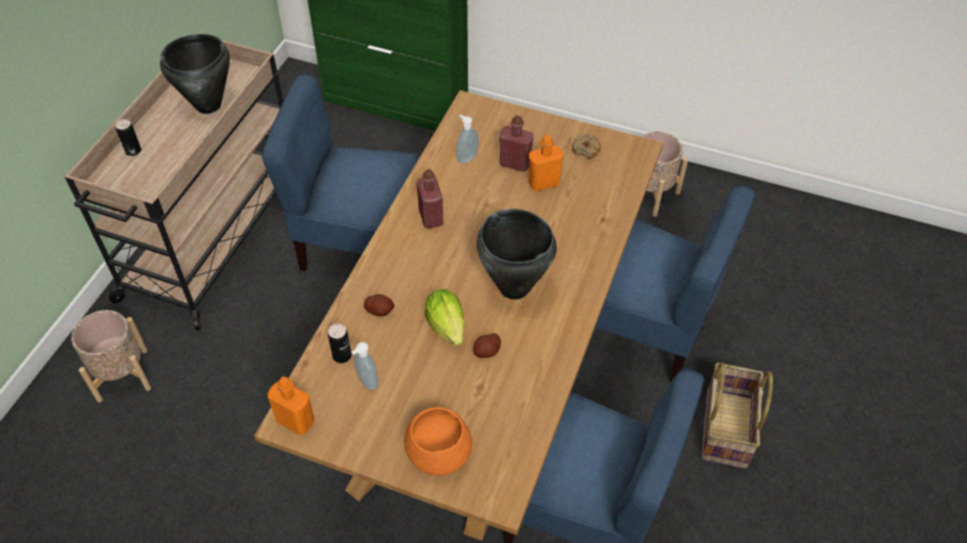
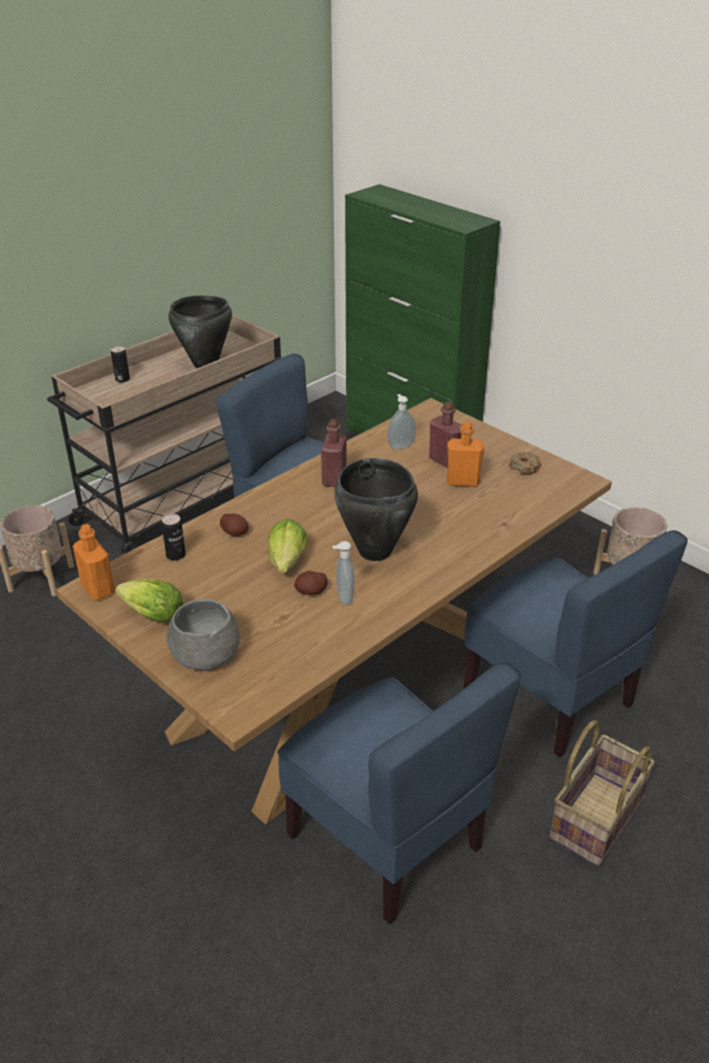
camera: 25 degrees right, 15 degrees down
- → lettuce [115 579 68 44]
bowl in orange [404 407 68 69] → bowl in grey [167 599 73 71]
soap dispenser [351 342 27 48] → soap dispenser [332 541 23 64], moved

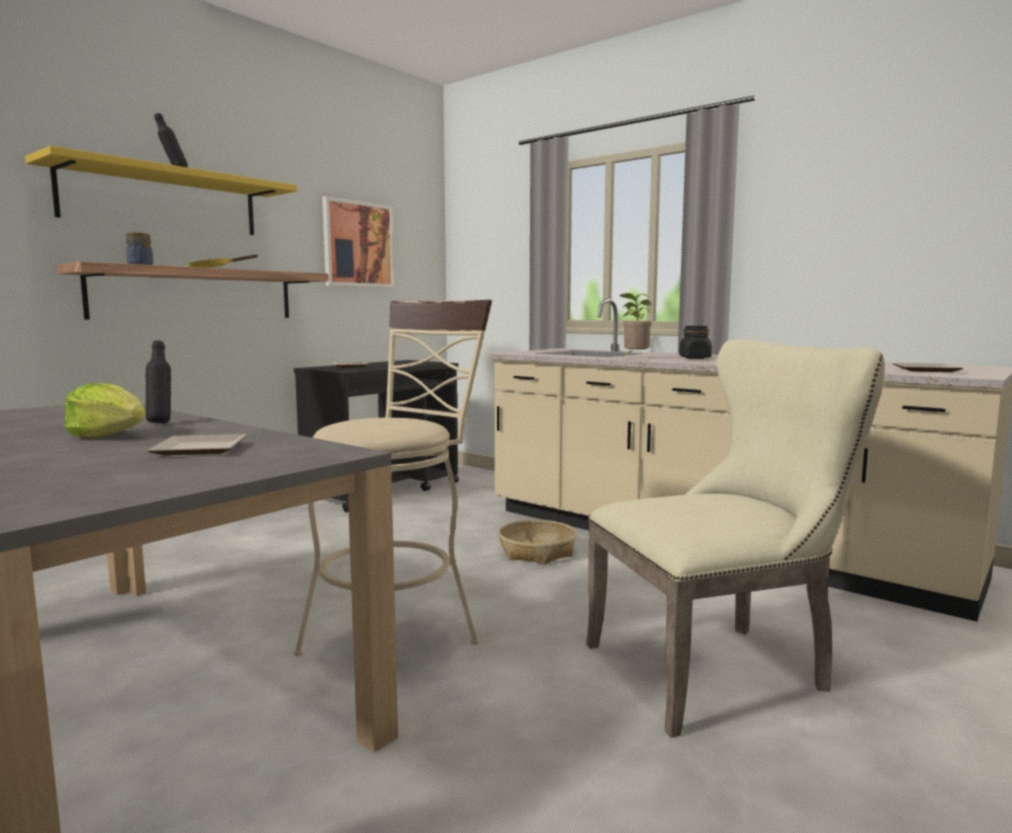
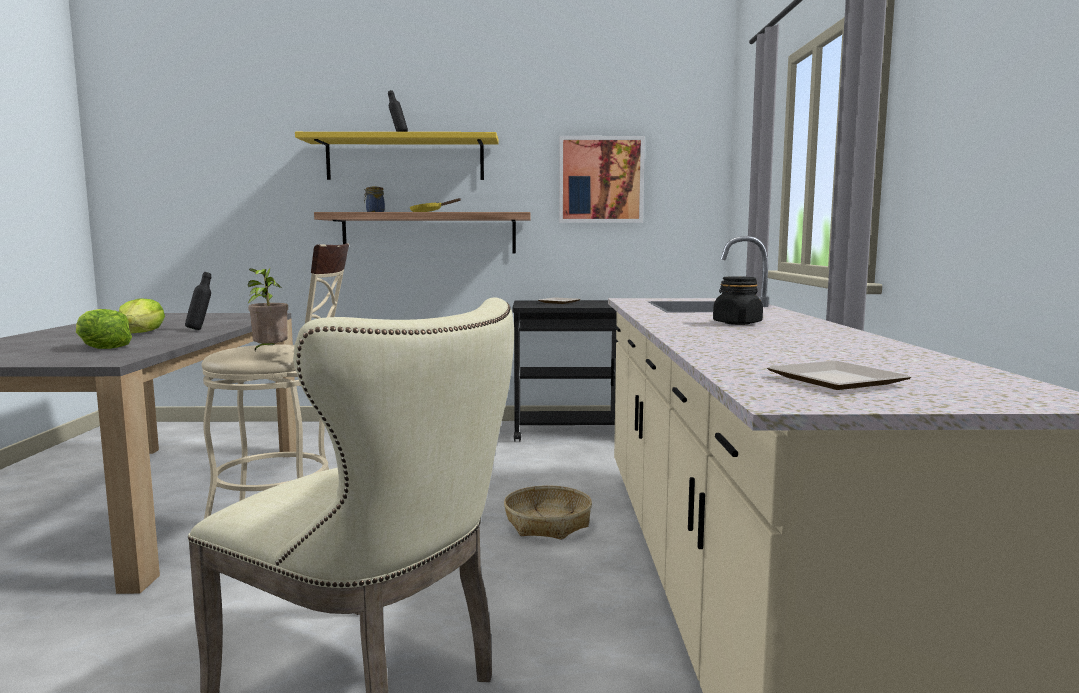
camera: 50 degrees right, 0 degrees up
plate [147 434 100 21] → lettuce [76 309 56 40]
potted plant [619 293 33 66] → potted plant [248 268 40 83], moved

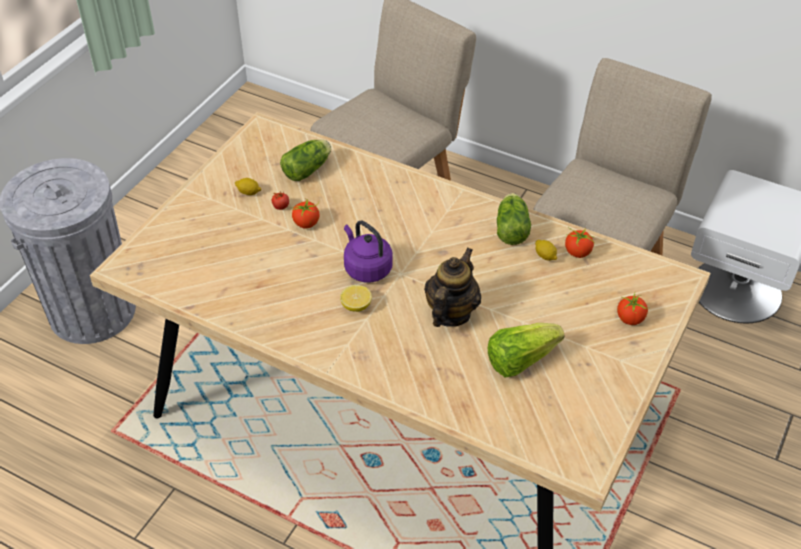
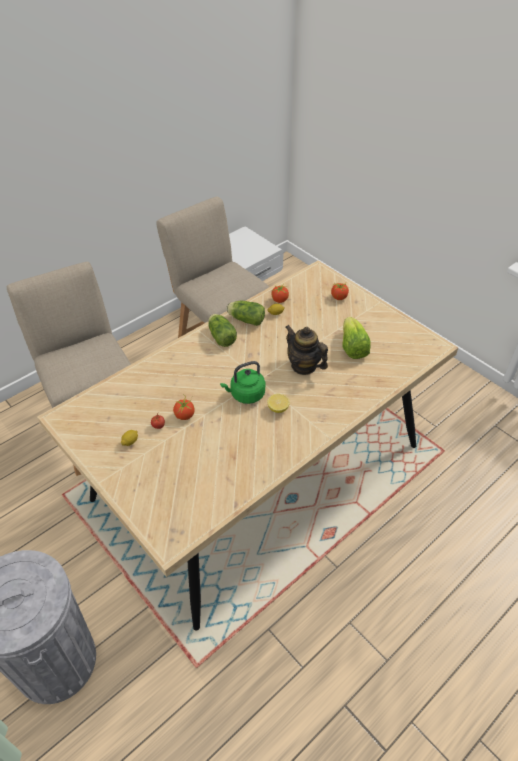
camera: 70 degrees left, 0 degrees up
lettuce [280 139 51 42] → lettuce [208 314 29 33], moved
kettle in purple [344 221 49 62] → kettle in green [220 361 45 43]

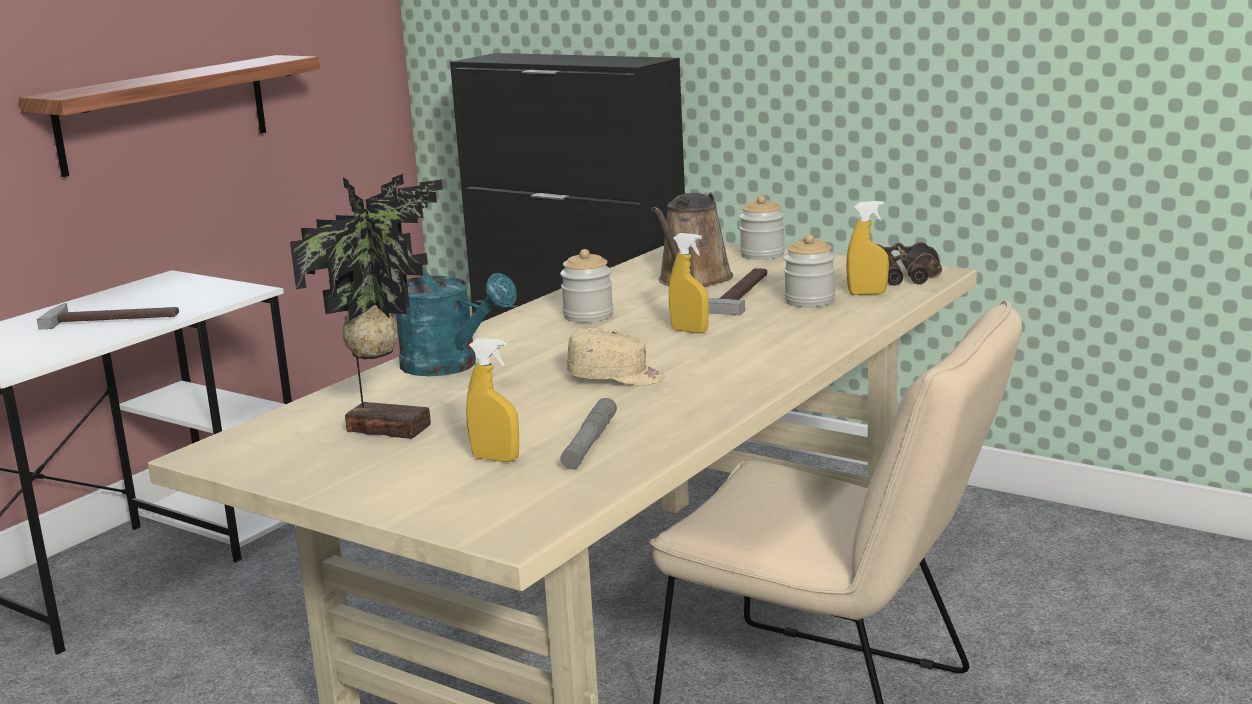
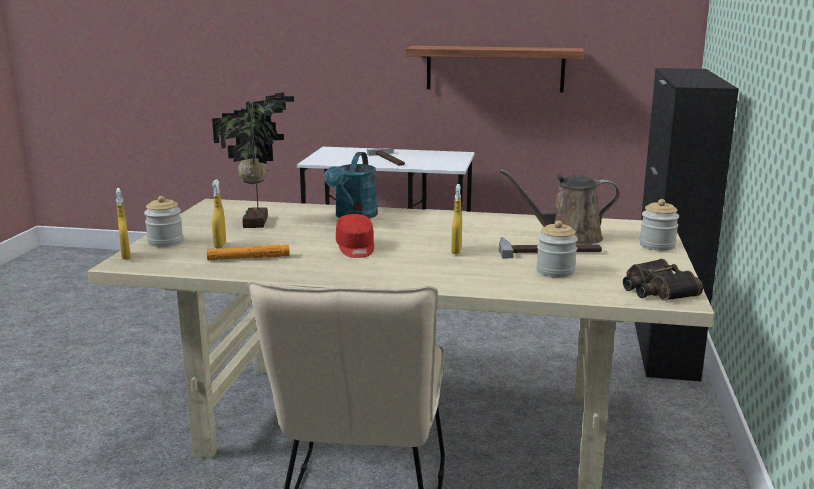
camera: 65 degrees right, 0 degrees up
spray bottle in yellow [846 201 43 94] → spray bottle in yellow [116 188 15 72], moved
jar [560 249 53 74] → jar [144 196 39 51], moved
flashlight in grey [560 398 57 71] → flashlight in orange [207 244 83 17]
cap in beige [567 328 98 57] → cap in red [336 214 38 44]

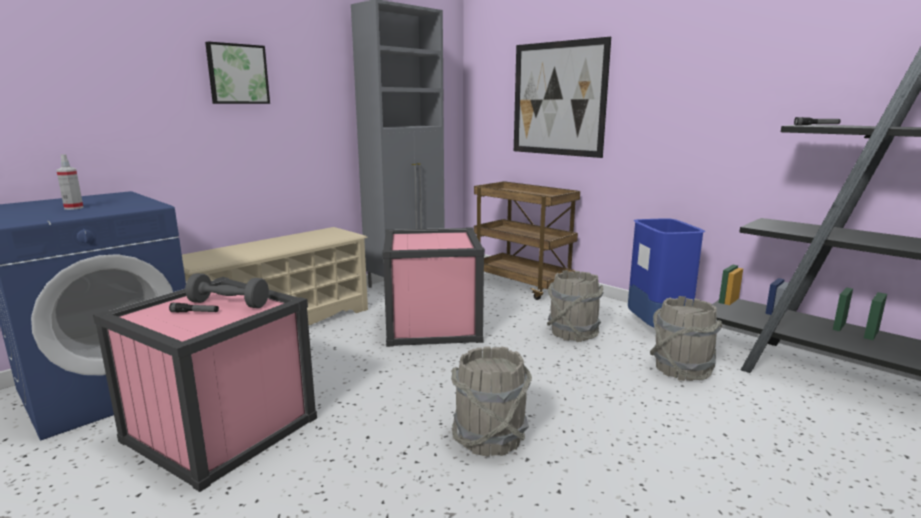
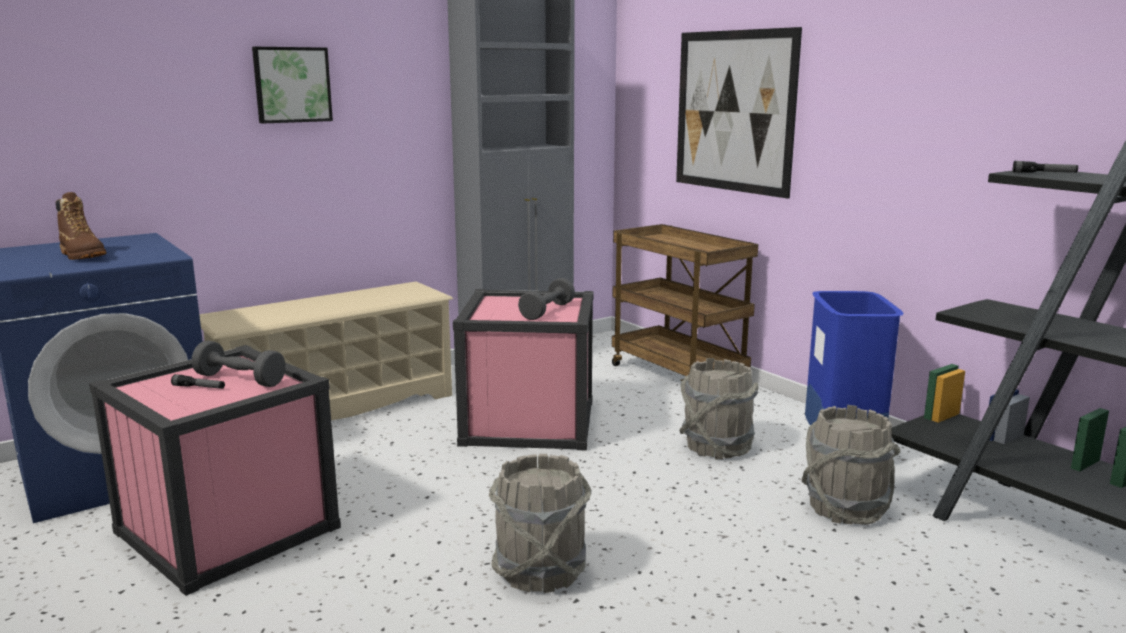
camera: 10 degrees right, 0 degrees up
spray bottle [56 154 28 56] → boot in brown [56 192 51 68]
- → dumbbell in grey [518 278 57 42]

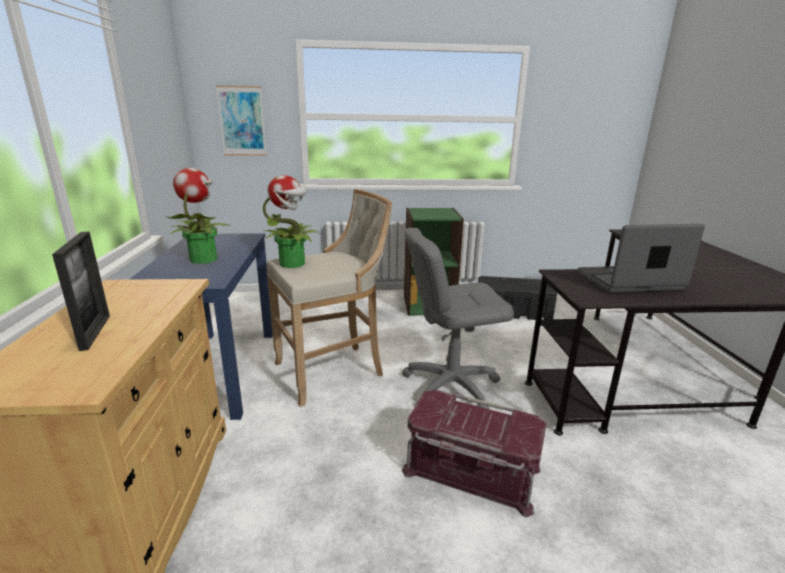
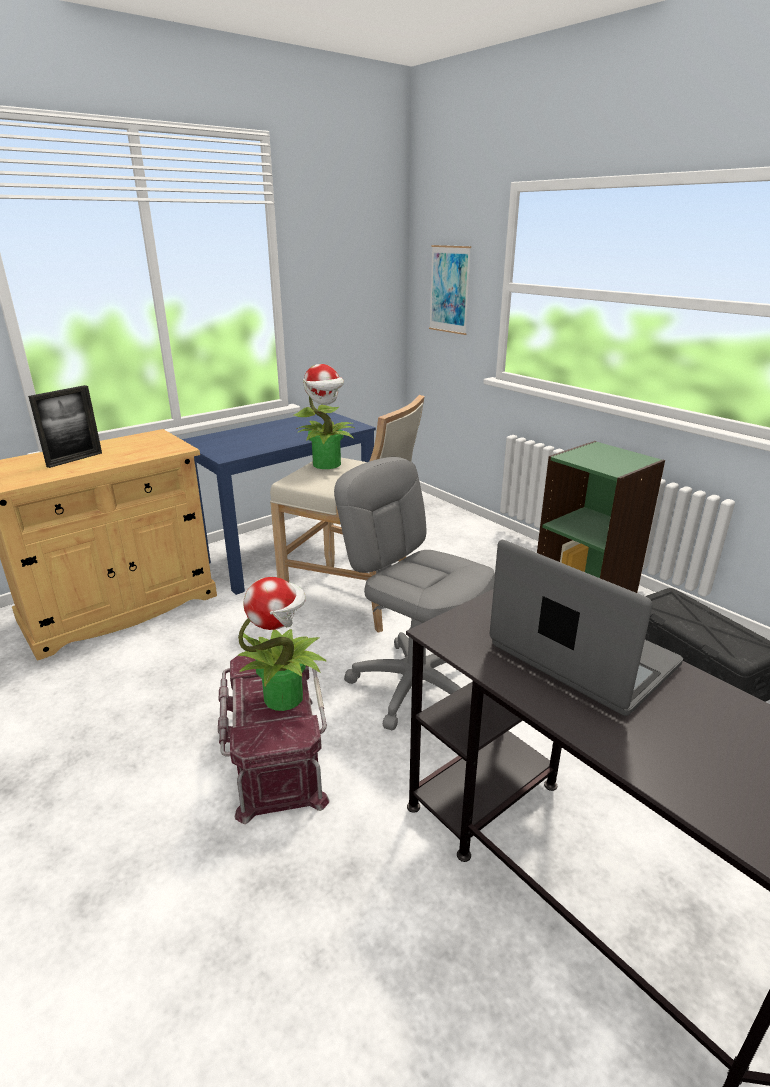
camera: 55 degrees right, 5 degrees up
potted plant [167 168 63 96] → potted plant [237 577 90 134], moved

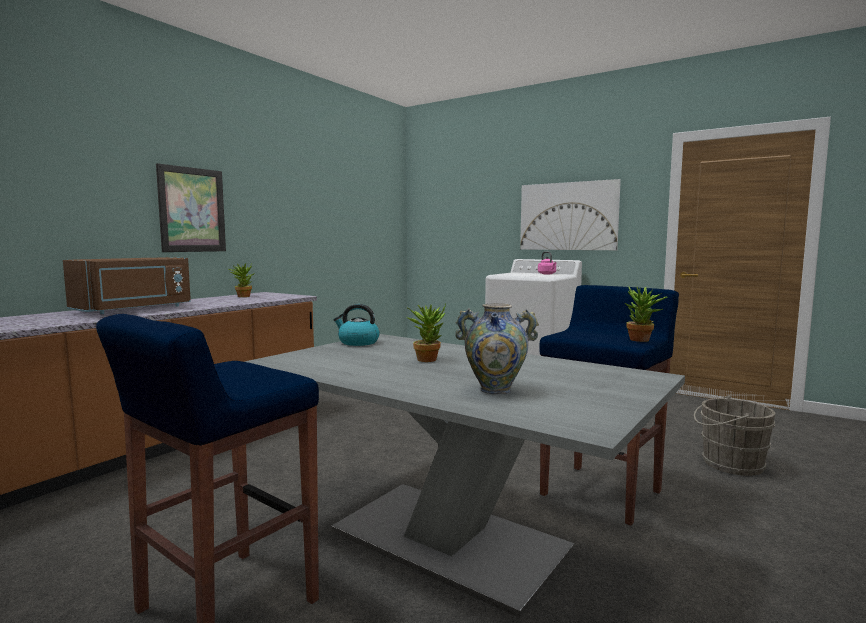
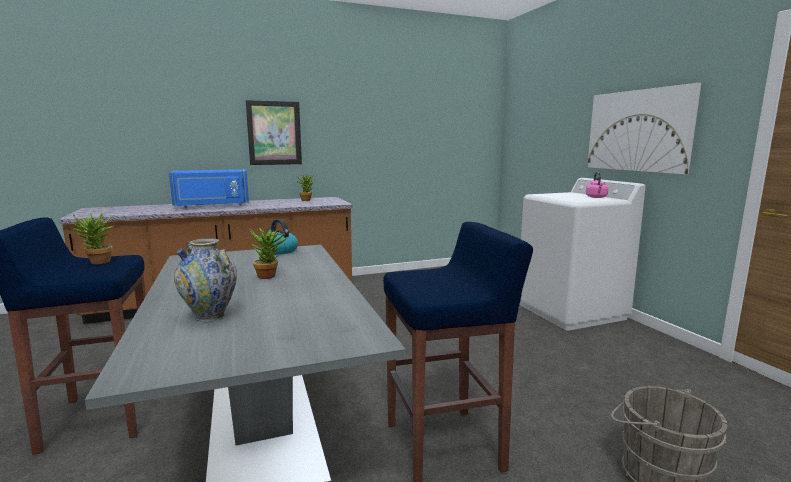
camera: 35 degrees right, 5 degrees up
potted plant [625 286 43 56] → potted plant [70 213 45 51], moved
microwave in brown [63 257 128 57] → microwave in blue [169 169 80 39]

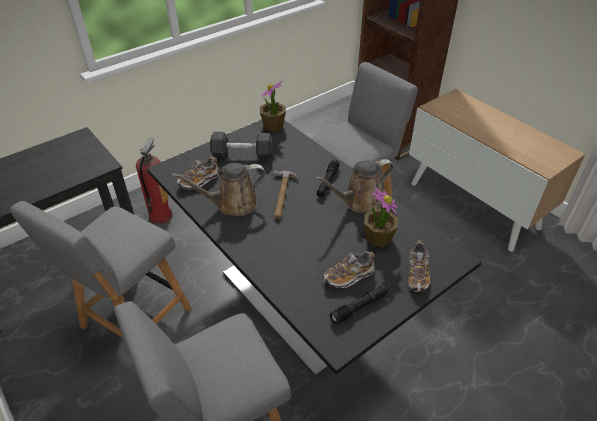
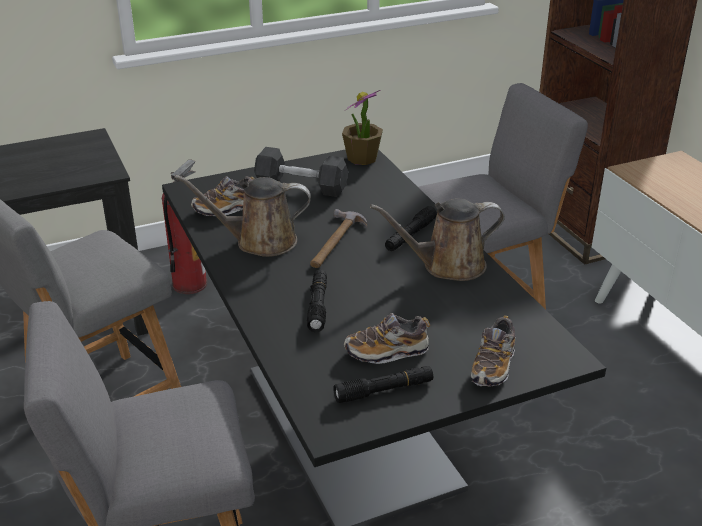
camera: 15 degrees right, 10 degrees down
- → flashlight in black [307 269 20 63]
potted plant [364 186 34 61] → -

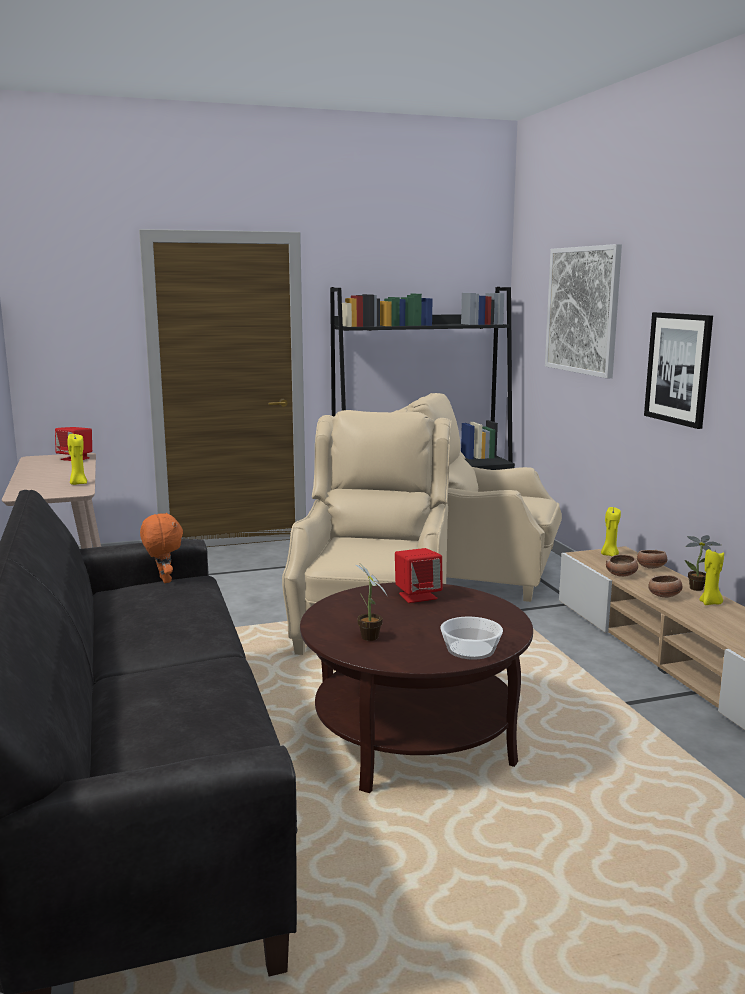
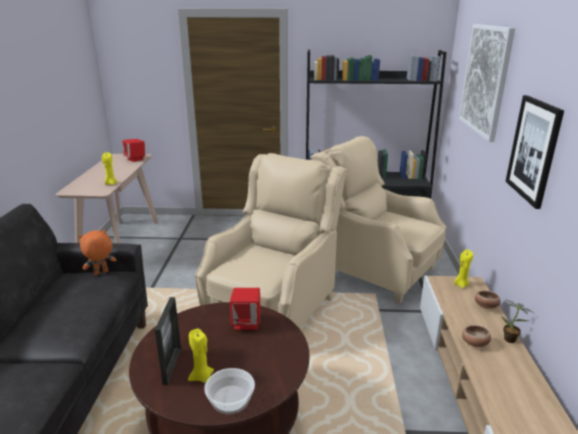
camera: 20 degrees right, 10 degrees up
plush toy in orange [140 512 43 71] → plush toy in orange [78 229 38 46], 120 degrees counterclockwise
potted plant [356 562 31 79] → picture frame [155 297 26 88]
candle in yellow [699 548 25 57] → candle in yellow [188 329 26 54], moved
bowl [606 554 32 23] → -

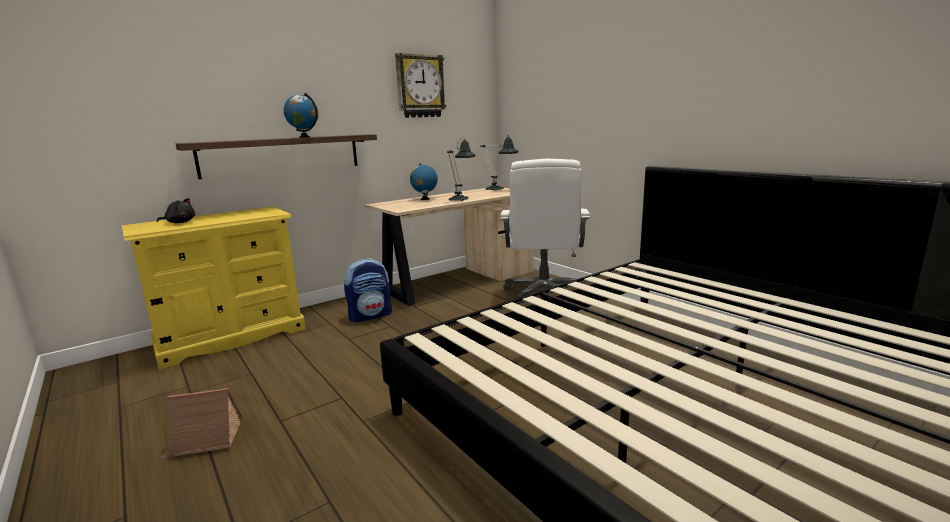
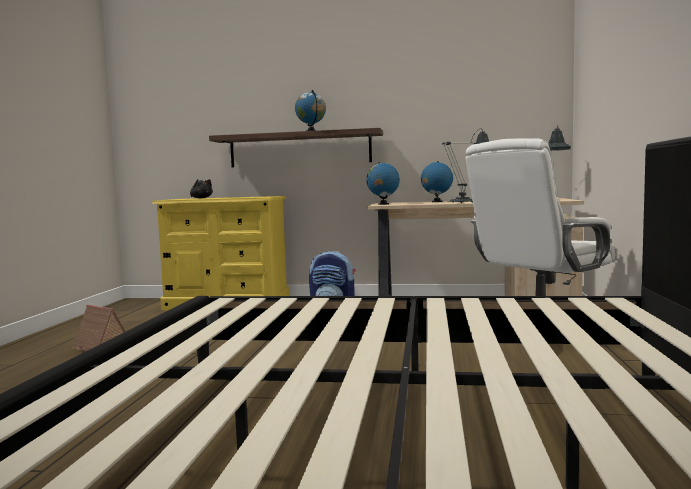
camera: 45 degrees right, 10 degrees down
- → globe [366 162 34 43]
wall clock [395 53 52 65] → -

